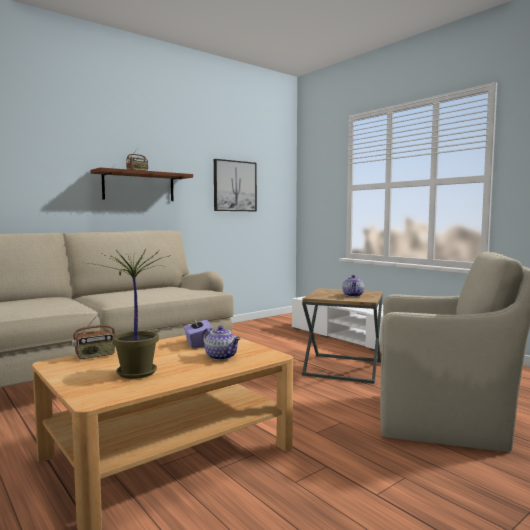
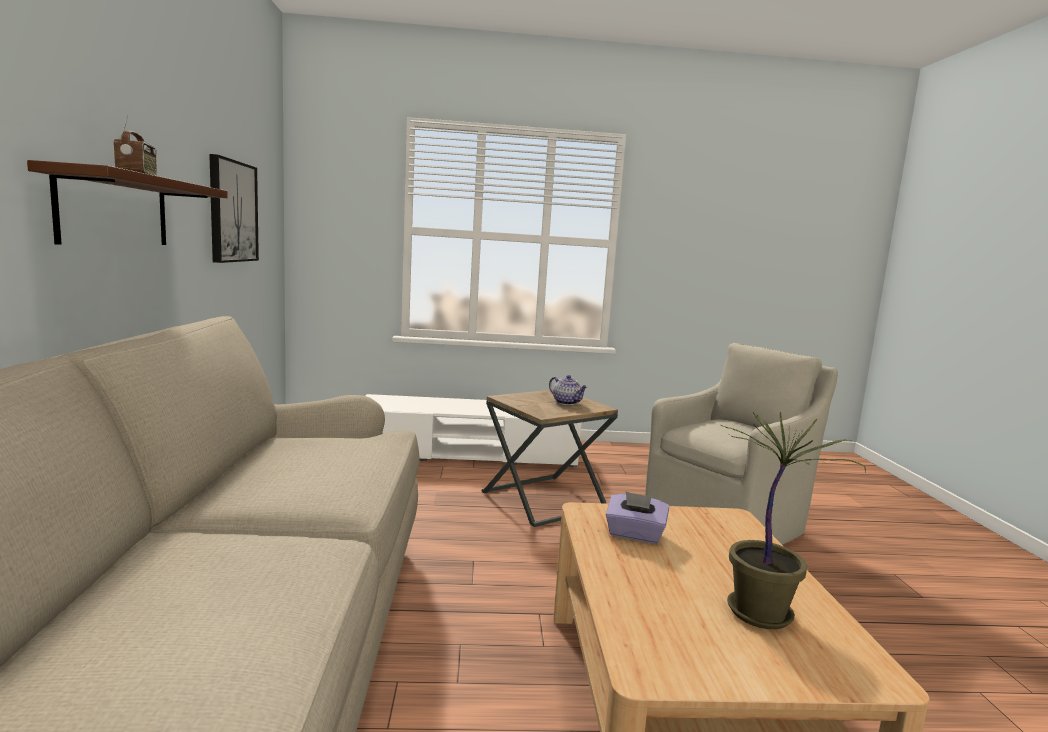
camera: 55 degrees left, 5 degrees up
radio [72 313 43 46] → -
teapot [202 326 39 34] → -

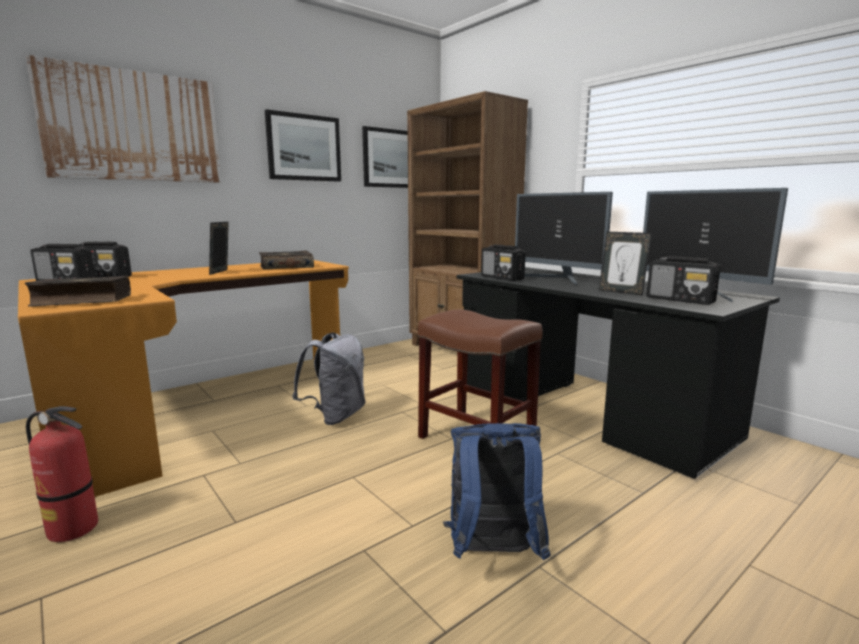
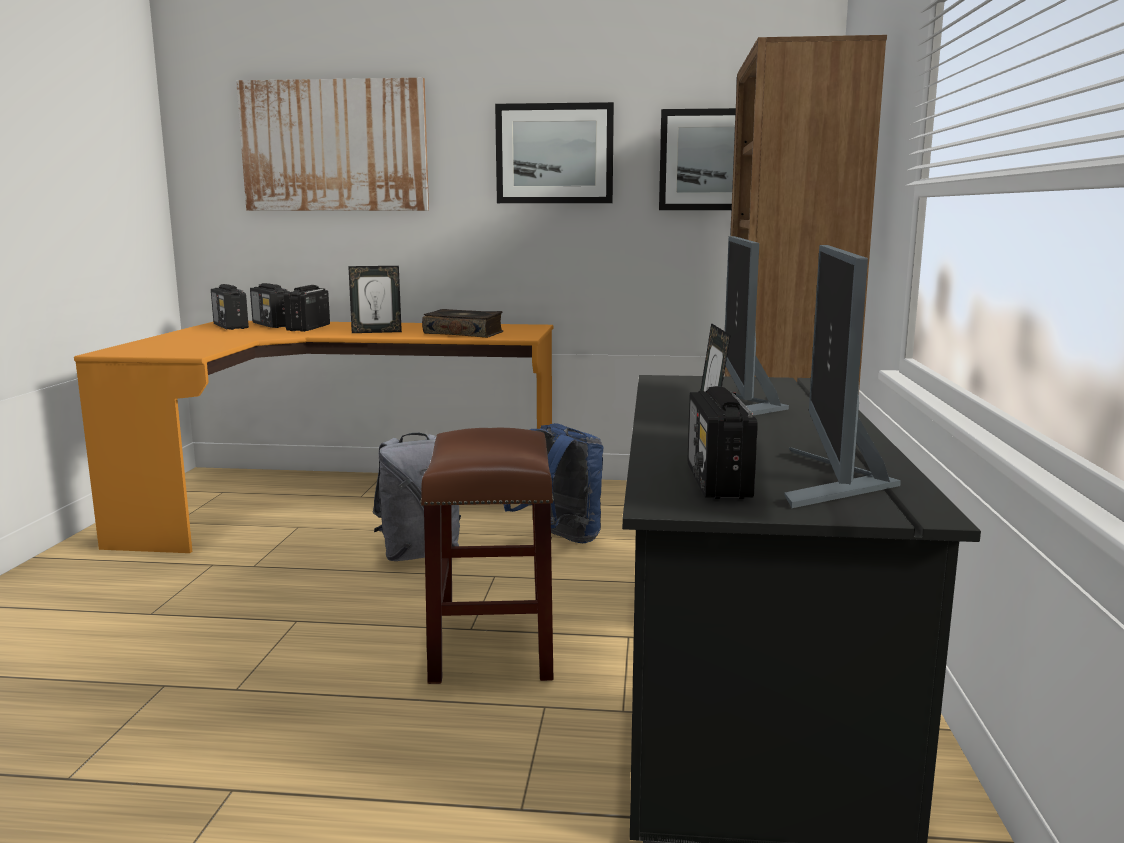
camera: 45 degrees right, 0 degrees up
radio [481 245 45 36] → radio [284 285 46 47], moved
picture frame [209 222 20 53] → picture frame [348 266 54 67], 150 degrees counterclockwise
backpack in blue [443 423 108 137] → backpack in blue [504 423 99 120], moved
book [25 276 106 31] → -
fire extinguisher [26 406 72 136] → -

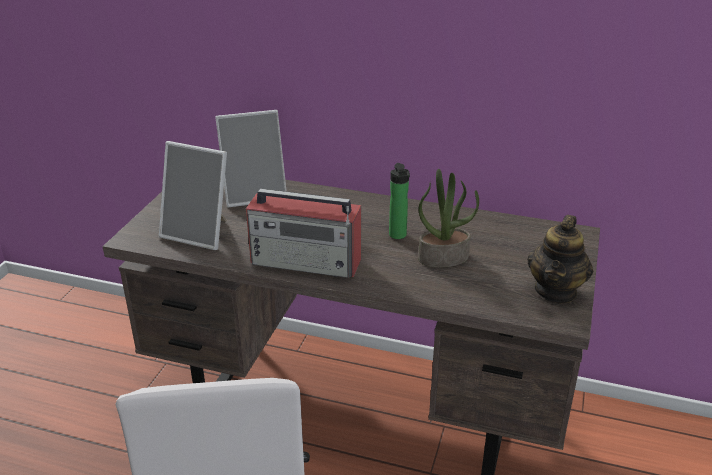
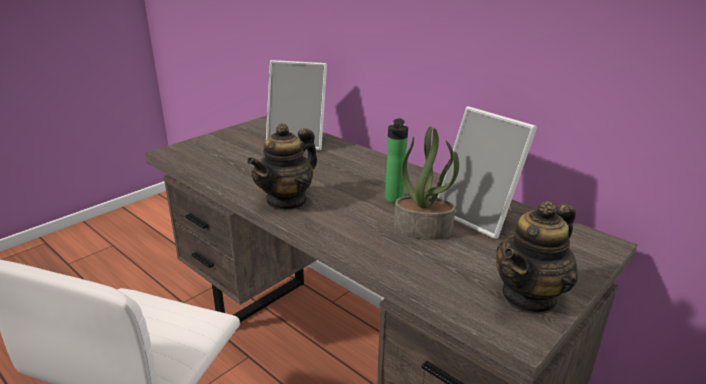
camera: 25 degrees right, 5 degrees down
radio [246 188 115 90] → teapot [247 123 70 88]
picture frame [159 141 68 109] → picture frame [437 106 100 133], moved

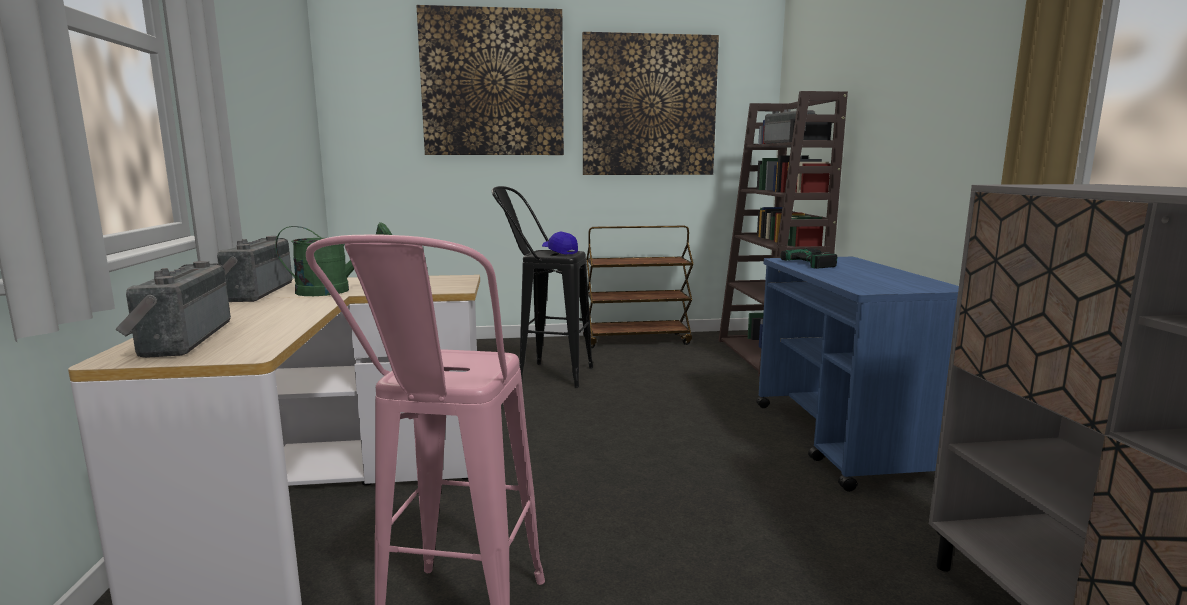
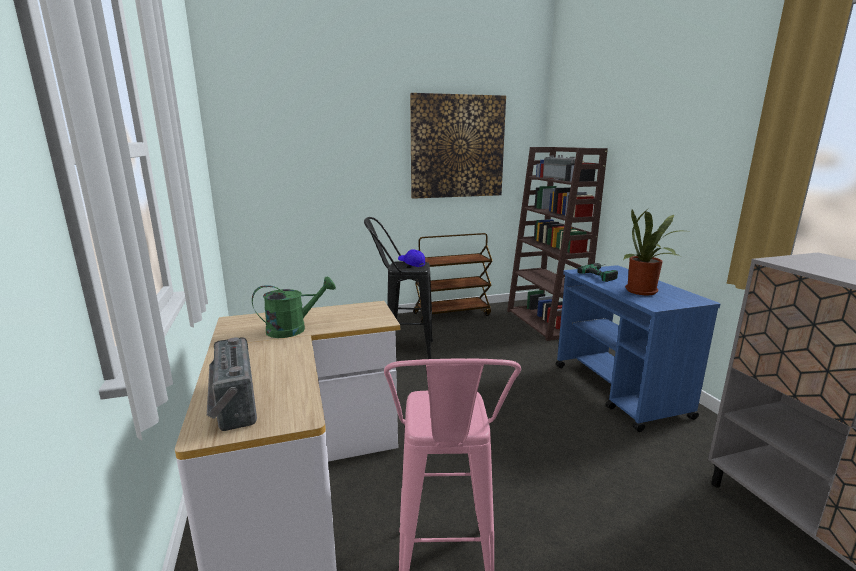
camera: 10 degrees left, 5 degrees up
- → potted plant [623 209 57 86]
radio [217 236 75 66] → -
picture [416 5 148 150] → -

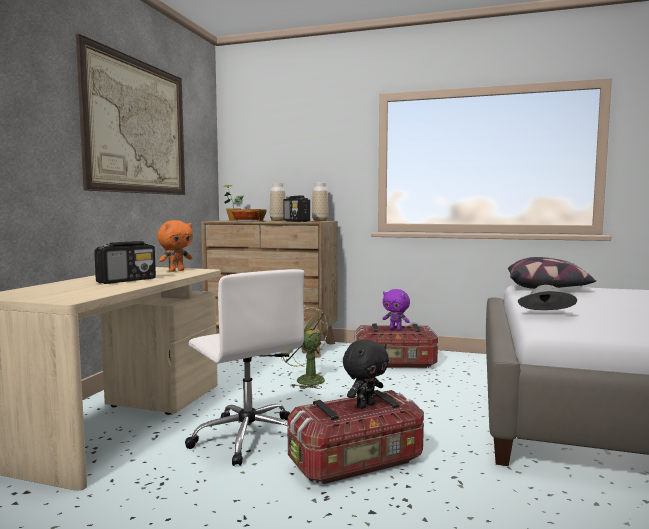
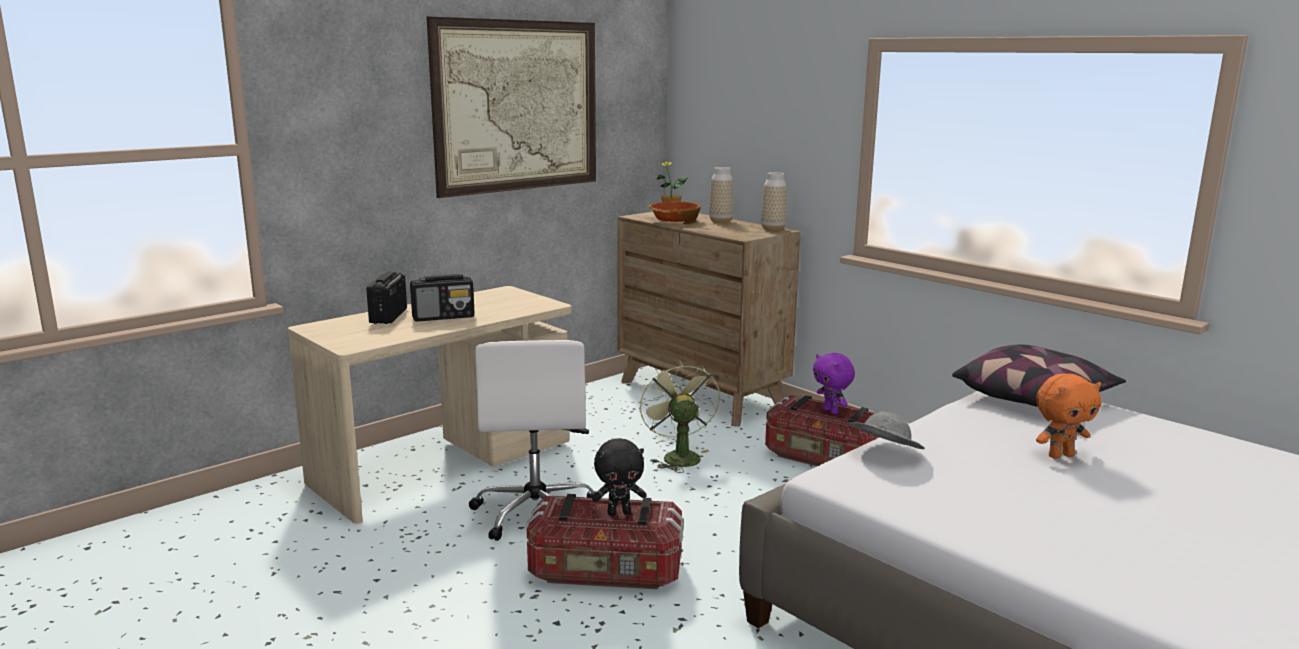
camera: 30 degrees right, 10 degrees up
radio [284 195 26 27] → radio [366 271 41 53], moved
plush toy in orange [157 220 36 52] → plush toy in orange [1036 373 65 86], moved

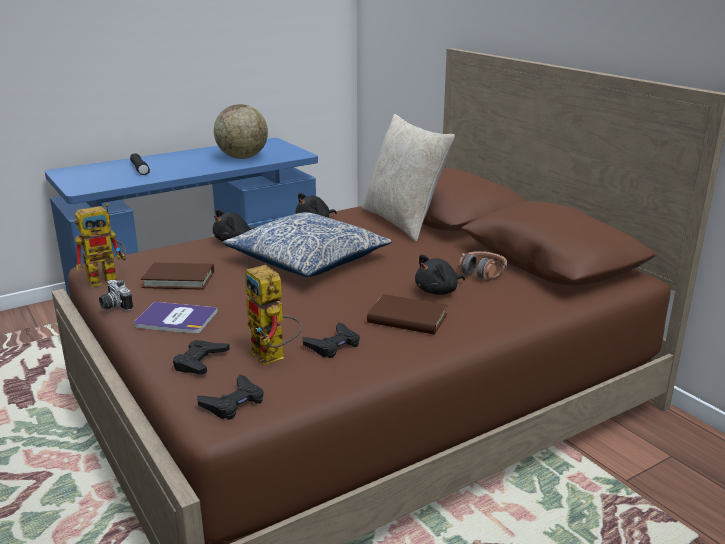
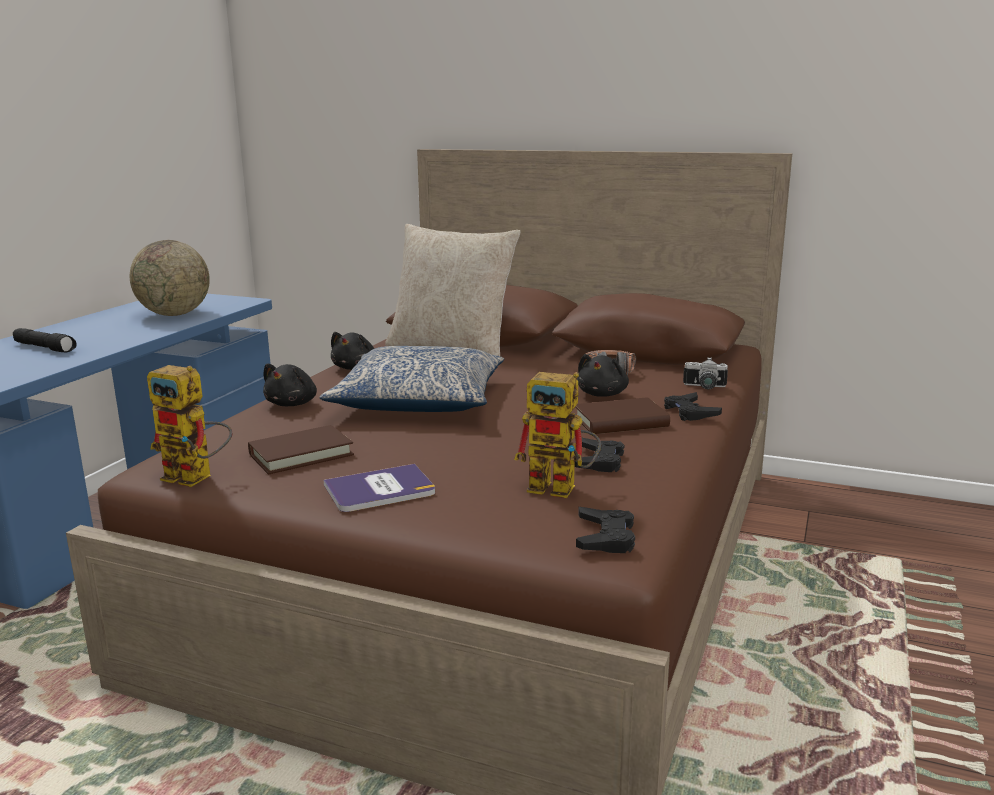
camera: 35 degrees left, 5 degrees down
toy robot [75 203 52 84] → toy robot [147 365 85 122], 90 degrees clockwise
game controller in black [173 340 57 35] → game controller in black [664 392 58 29], moved
photo camera [99 280 34 31] → photo camera [683 357 45 32], moved

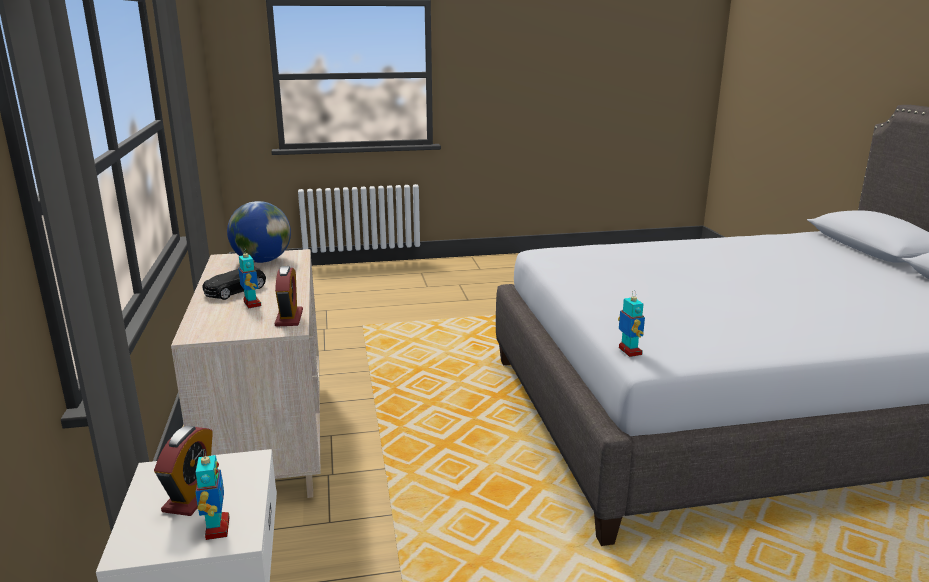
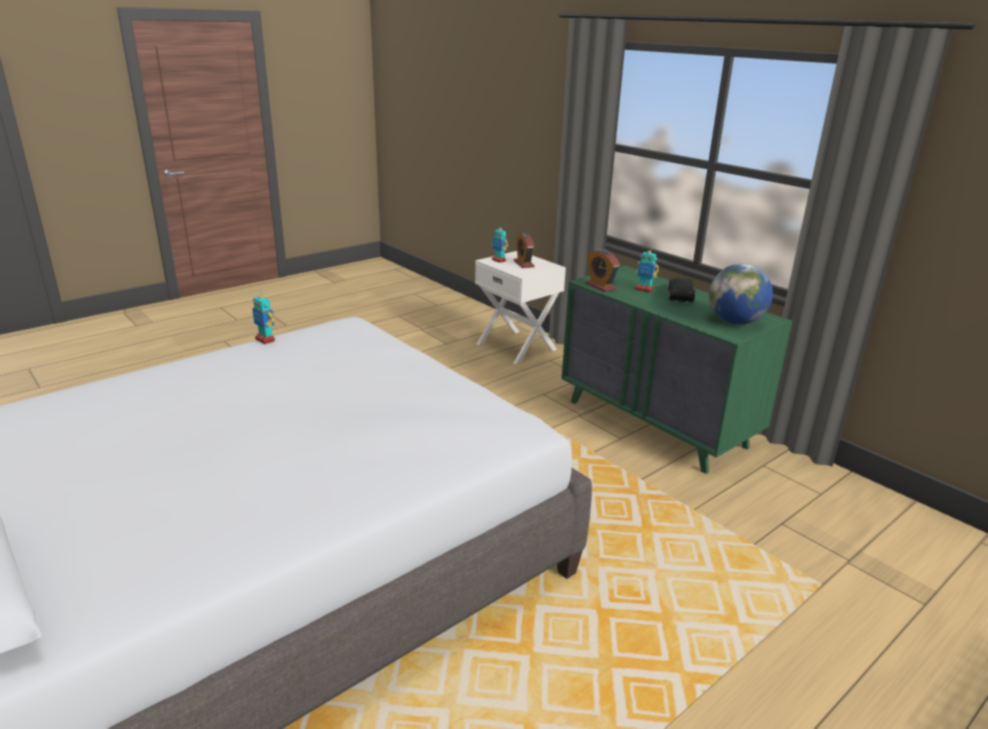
camera: 150 degrees right, 5 degrees up
toy robot [618 290 27 67] → toy robot [253 295 22 49], moved
dresser in beige [171 249 149 249] → dresser in green [561 266 232 208]

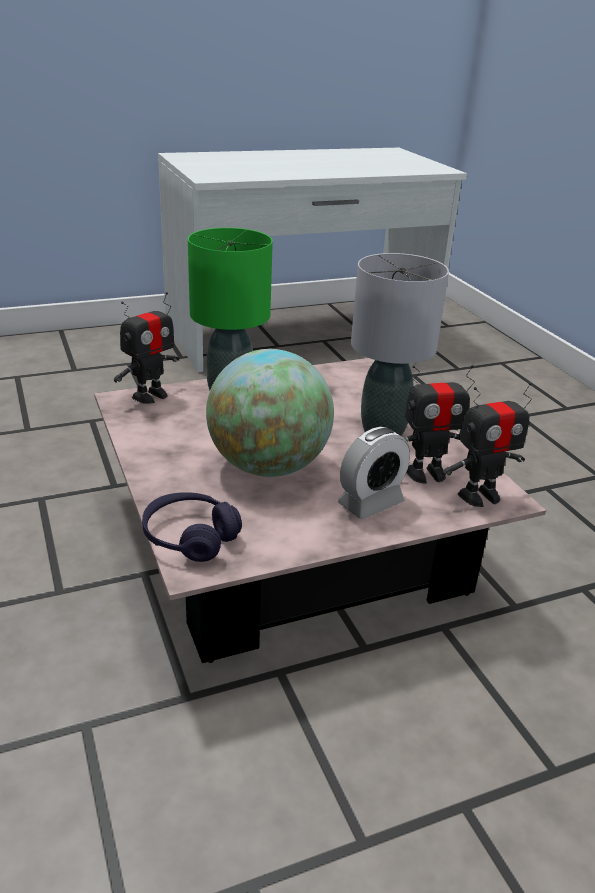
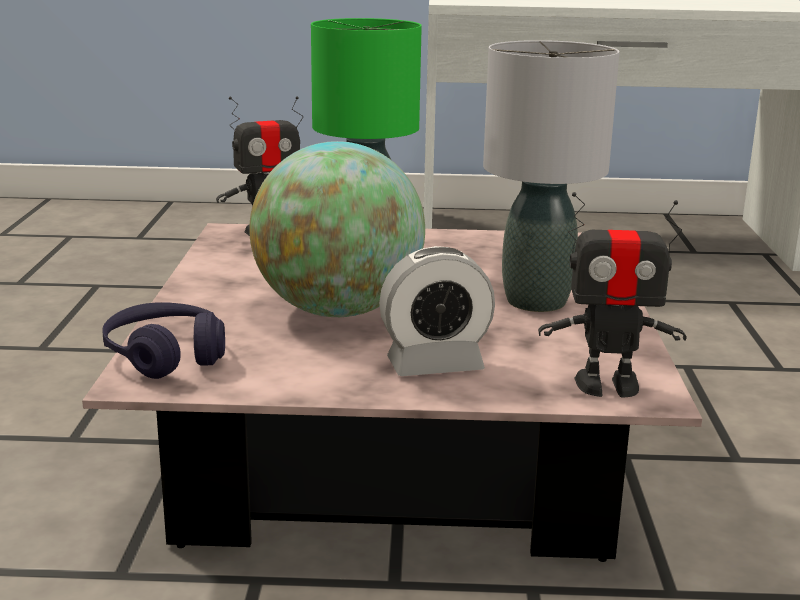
camera: 25 degrees right, 10 degrees down
toy robot [405 365 70 119] → -

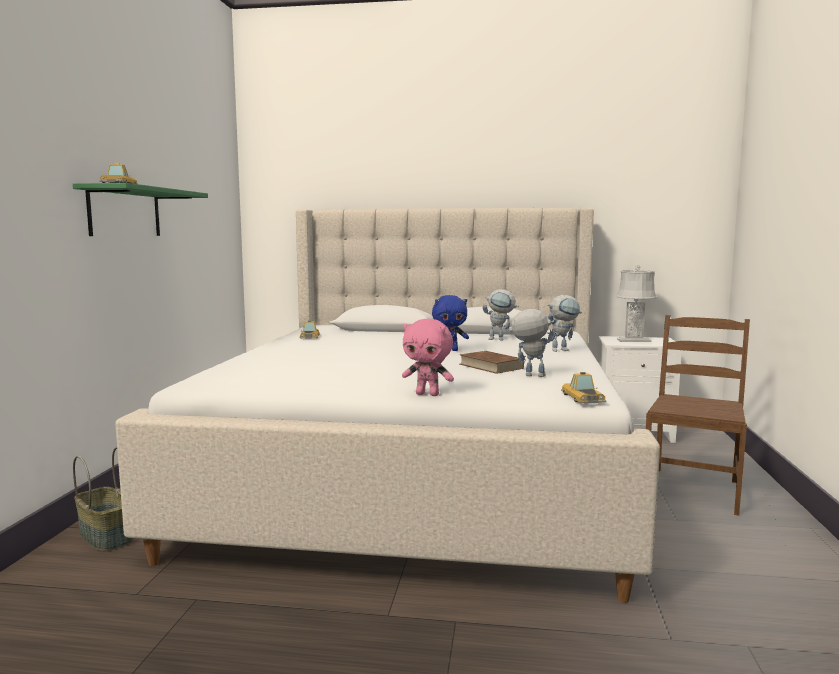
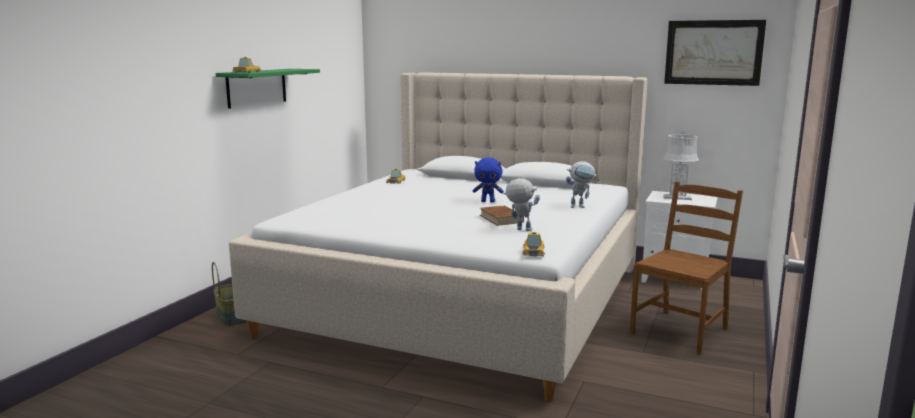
camera: 15 degrees right, 5 degrees up
- → picture [664 20 102 66]
plush toy in pink [402 319 52 77] → -
toy robot [482 289 37 52] → -

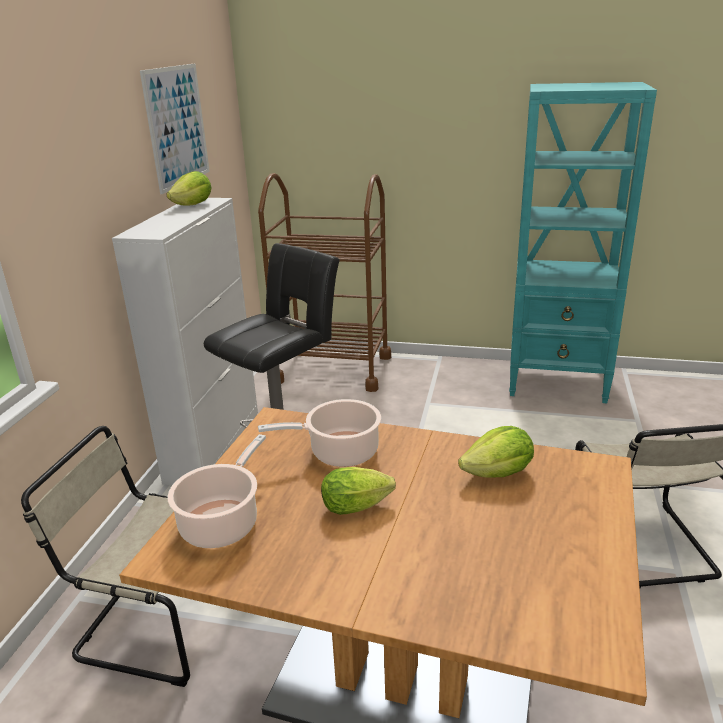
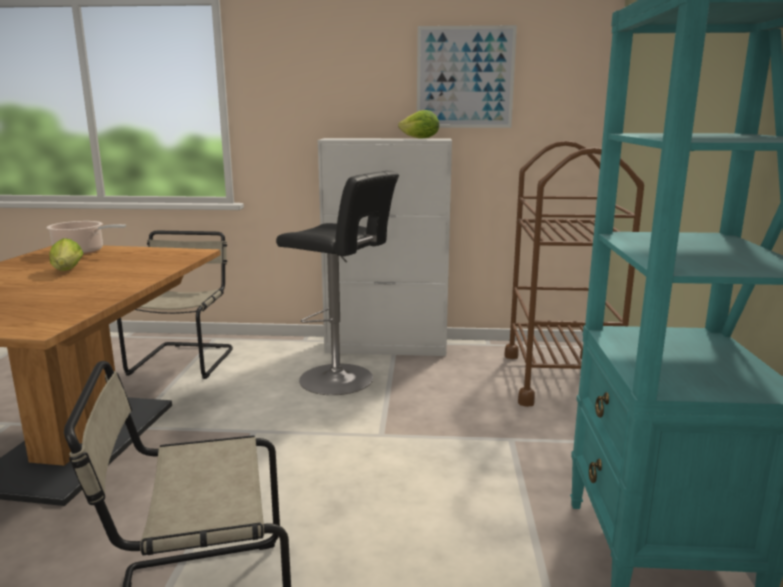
camera: 80 degrees right, 10 degrees down
cooking pot [258 399 123 68] → -
lettuce [458 426 76 51] → -

